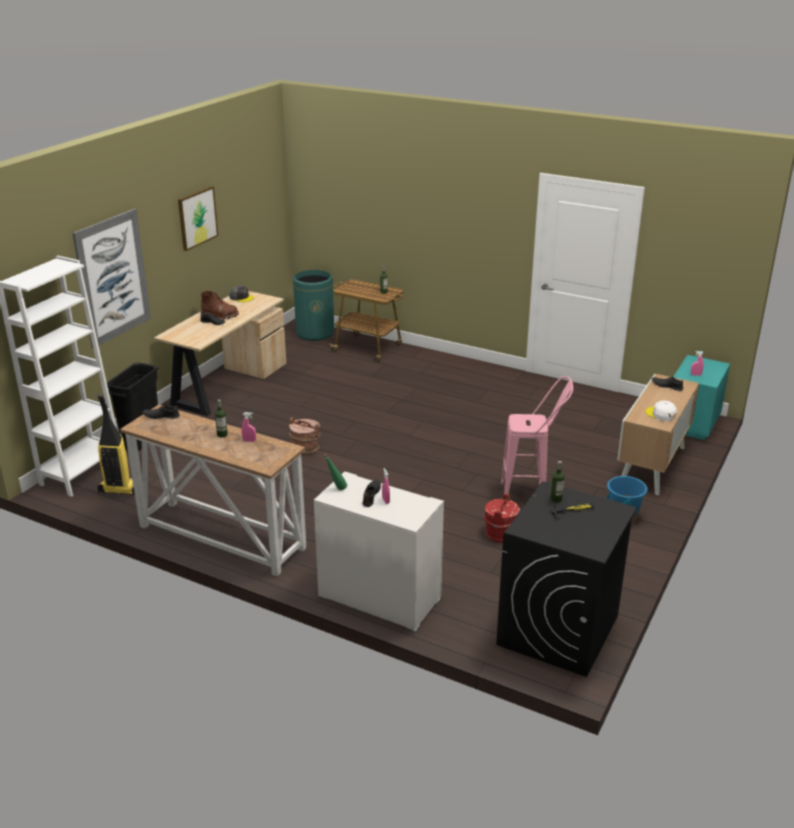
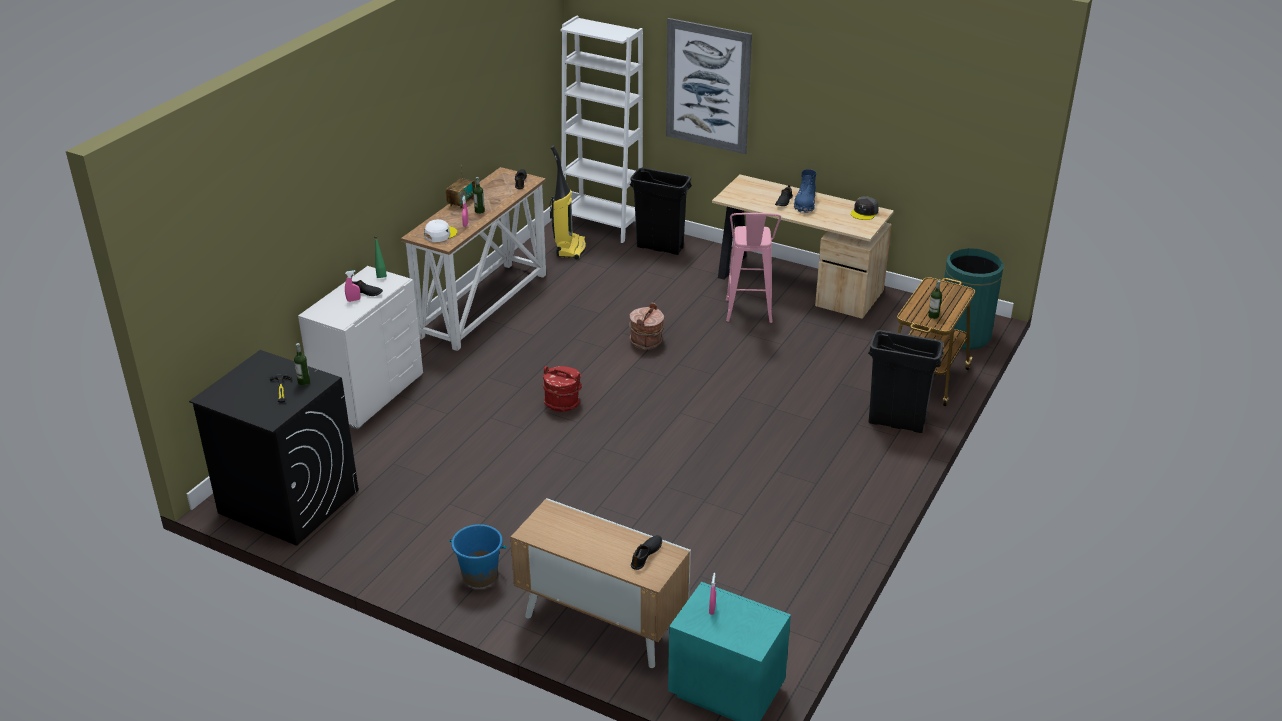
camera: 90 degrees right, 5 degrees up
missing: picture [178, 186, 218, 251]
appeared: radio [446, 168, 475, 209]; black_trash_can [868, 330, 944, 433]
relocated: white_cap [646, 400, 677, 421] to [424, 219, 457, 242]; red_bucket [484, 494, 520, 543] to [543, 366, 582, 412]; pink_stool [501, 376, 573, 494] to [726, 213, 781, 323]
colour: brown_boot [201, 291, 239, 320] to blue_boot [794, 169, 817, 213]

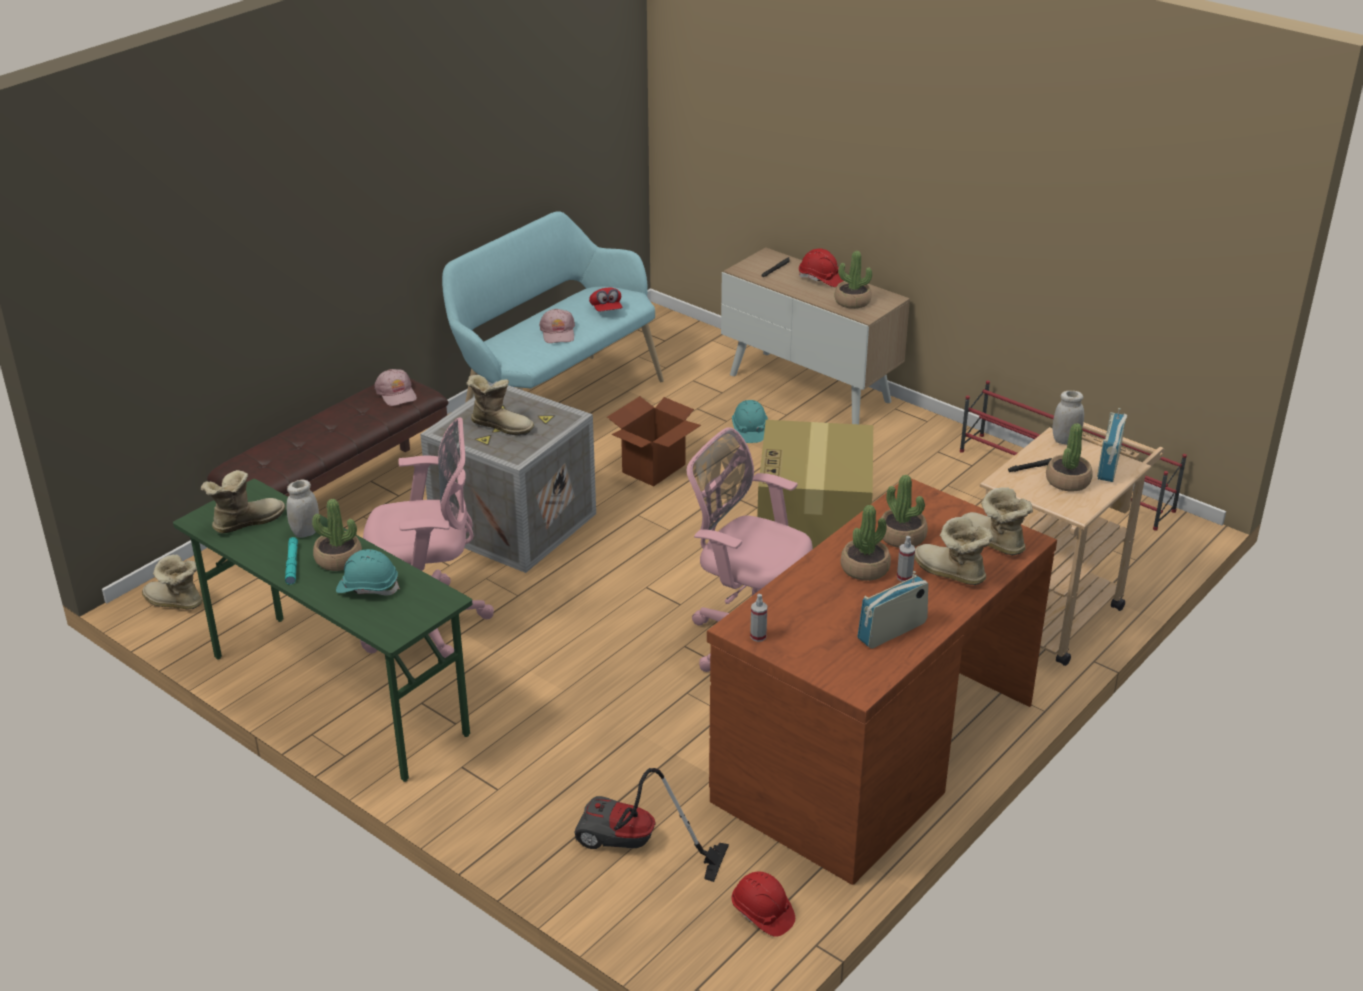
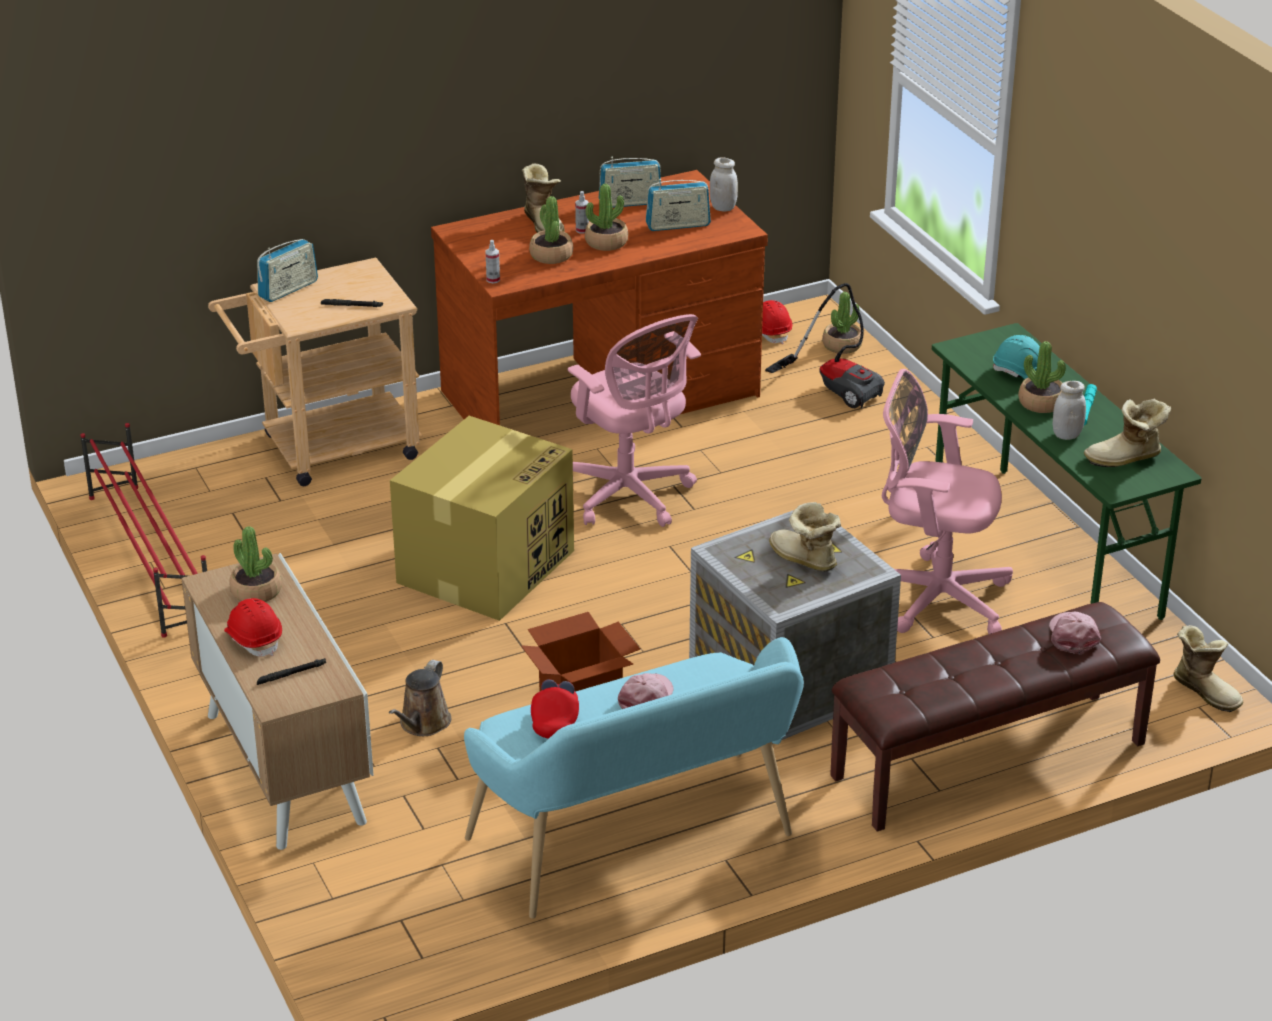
camera: 155 degrees left, 0 degrees up
missing: boot [963, 487, 1033, 555]
appeared: radio [646, 179, 711, 231]
relocated: spray_bottle [750, 594, 767, 642] to [486, 240, 500, 283]; white_jar [1052, 391, 1084, 445] to [710, 157, 738, 212]; potted_plant [1046, 423, 1093, 492] to [822, 292, 862, 354]; pink_cap [375, 369, 417, 406] to [1049, 611, 1102, 655]
exchanged: turquoise_hard_hat [732, 400, 768, 443] to brown_watering_can [389, 660, 451, 736]

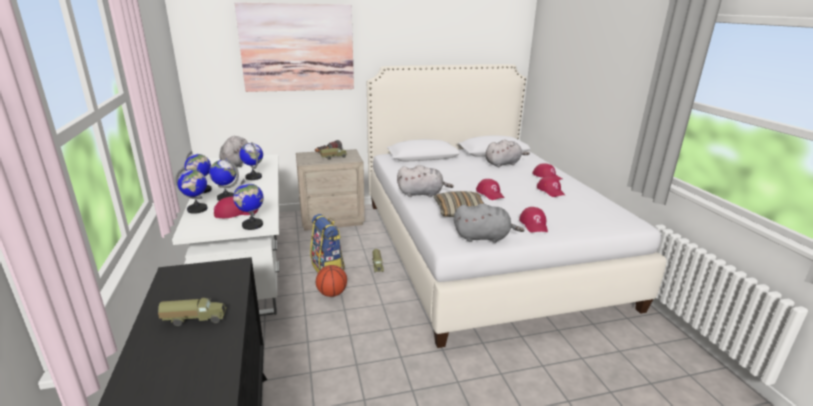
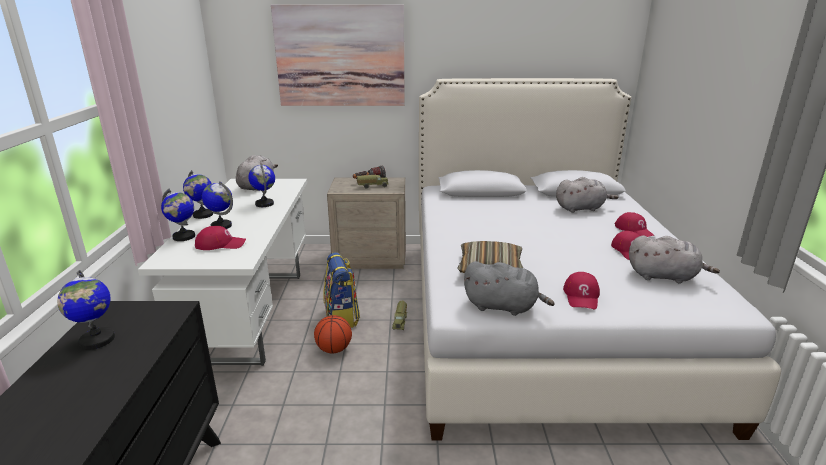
camera: 15 degrees right, 0 degrees up
missing: toy_truck [158, 298, 227, 326]; red_cap [476, 179, 505, 200]
relocated: globe [233, 179, 264, 230] to [57, 270, 115, 349]; grey_plush_toy [397, 165, 454, 197] to [629, 235, 720, 284]

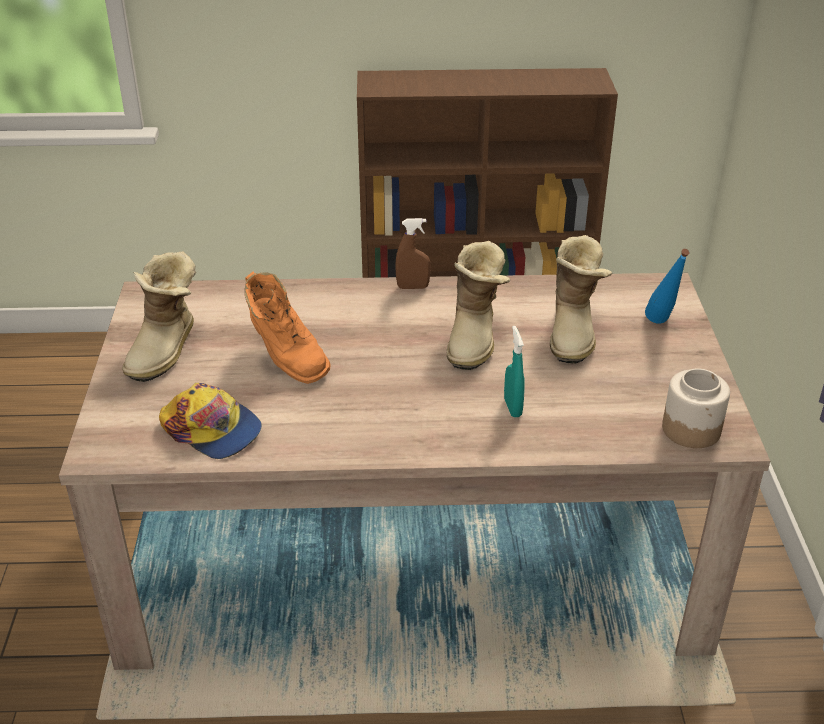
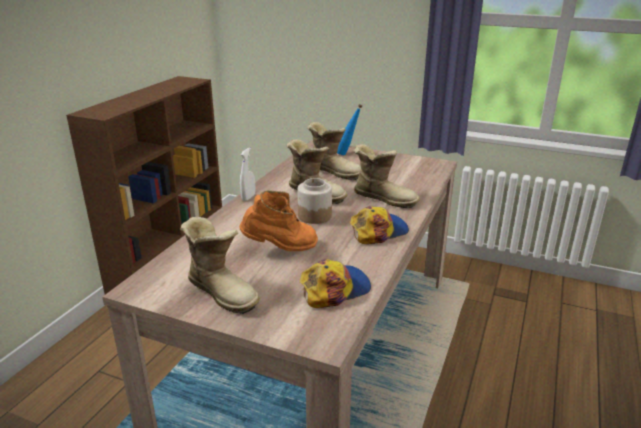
camera: 65 degrees left, 10 degrees down
appeared: cap [350, 206, 409, 244]
relocated: jar [662, 368, 730, 448] to [297, 178, 332, 224]
exchanged: turquoise_spray_bottle [504, 326, 525, 417] to boot [353, 144, 420, 208]
colour: brown_spray_bottle [395, 218, 431, 289] to white_spray_bottle [240, 147, 255, 201]

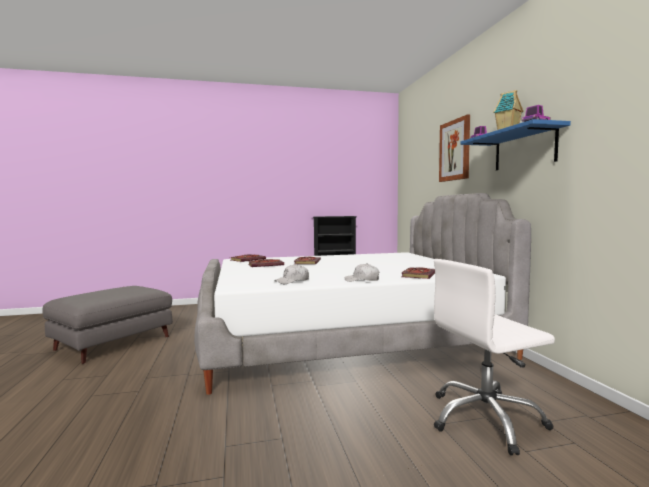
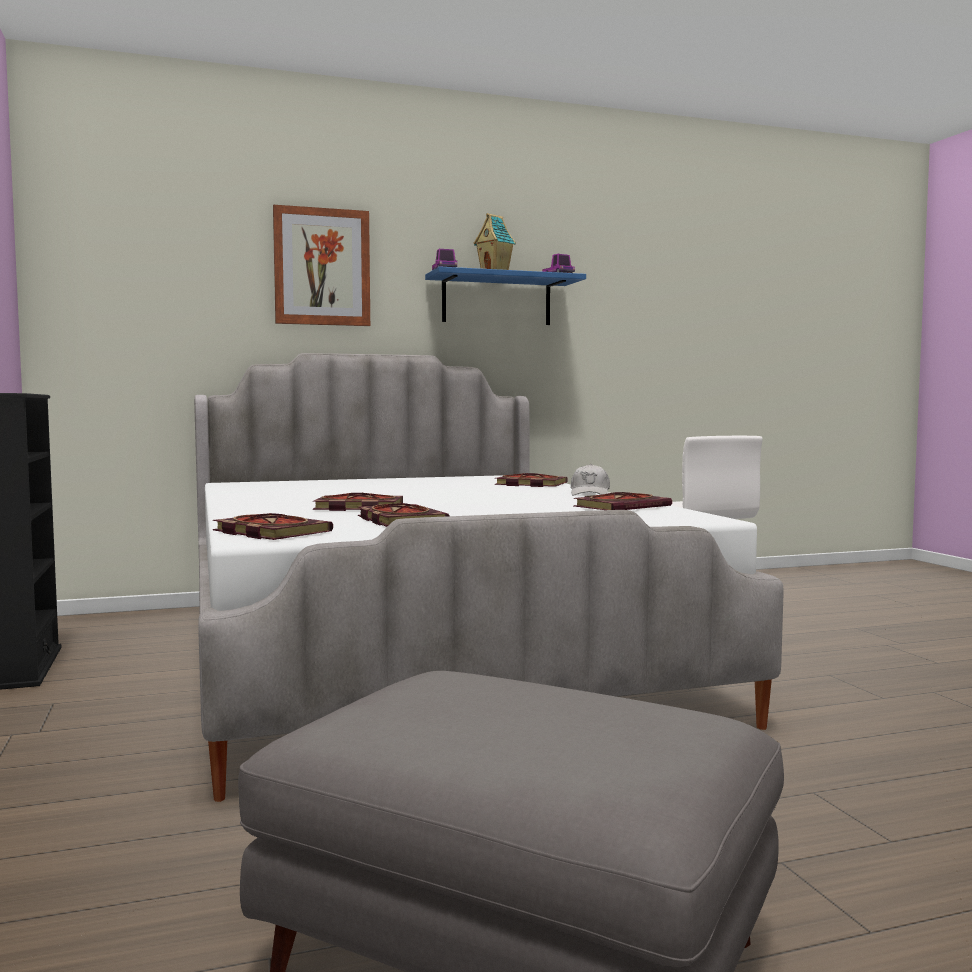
camera: 95 degrees left, 0 degrees up
exchanged: white_cap [274, 264, 309, 284] to book [573, 492, 672, 510]

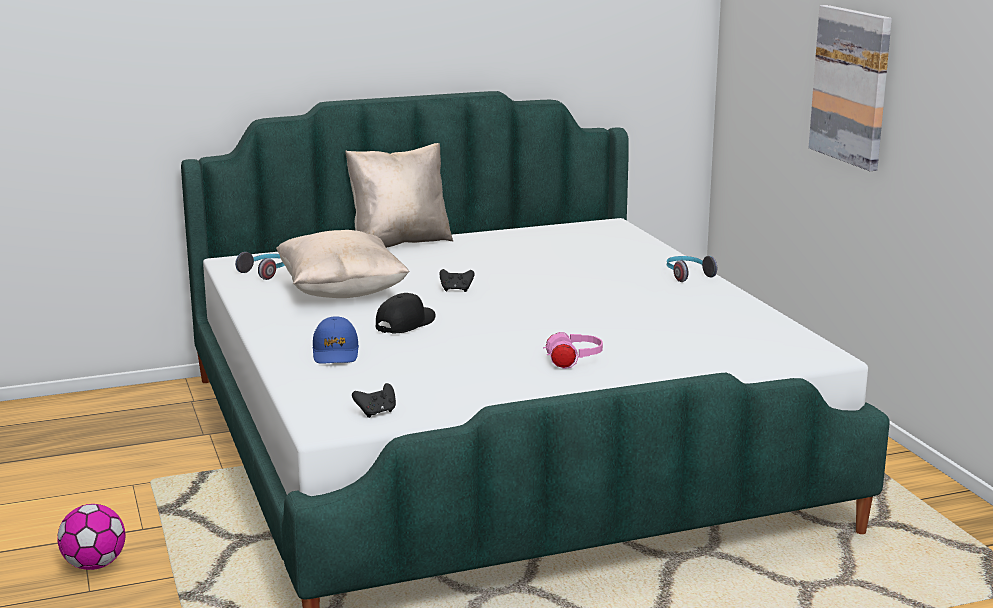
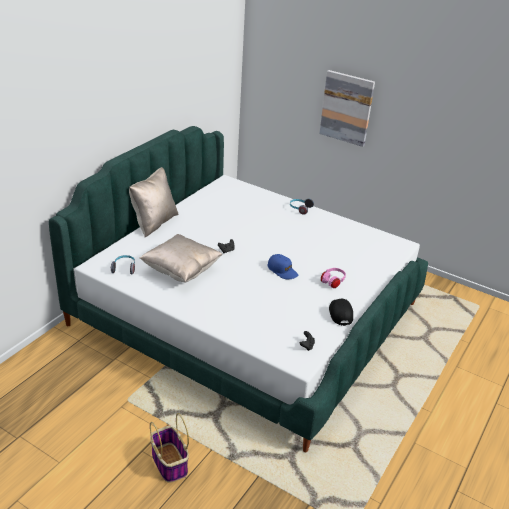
camera: 40 degrees left, 15 degrees up
relocated: blue_cap [313, 316, 359, 364] to [268, 254, 298, 279]; black_cap [375, 293, 435, 333] to [329, 299, 353, 326]
exchanged: football [57, 504, 125, 570] to basket [150, 413, 189, 483]

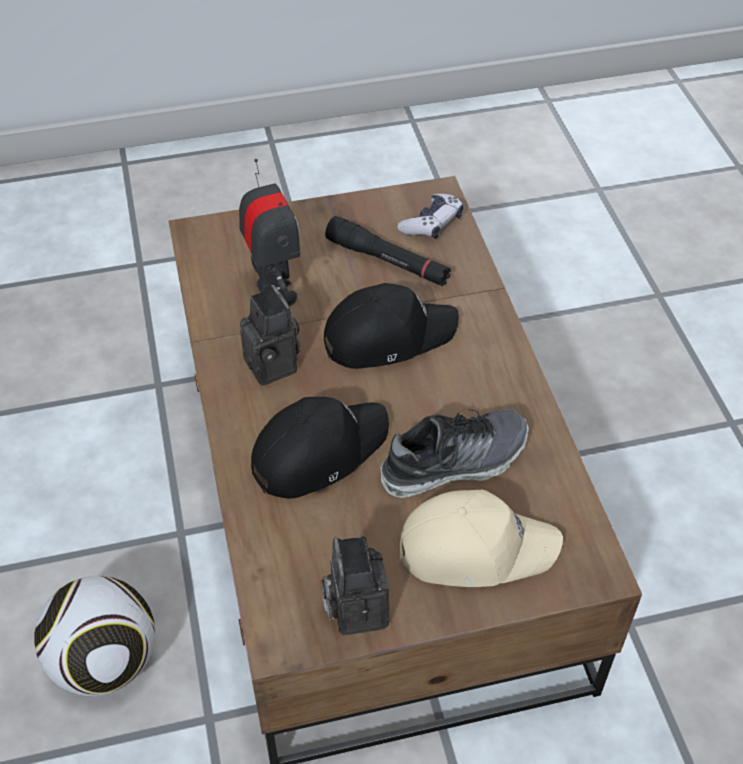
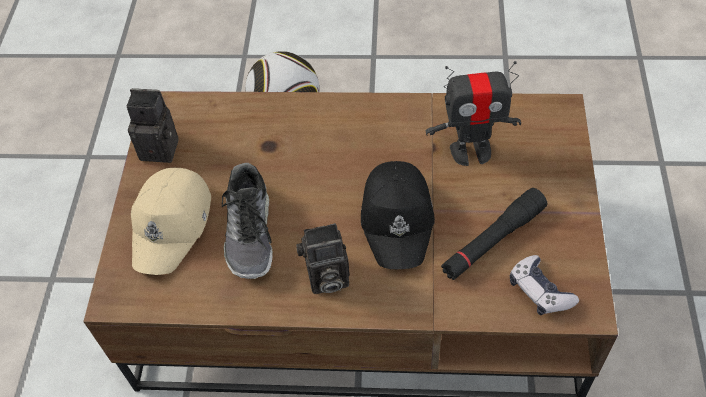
camera: 110 degrees right, 5 degrees up
missing: black_cap [251, 397, 389, 498]
relocated: photo_camera [240, 285, 301, 386] to [296, 223, 350, 294]

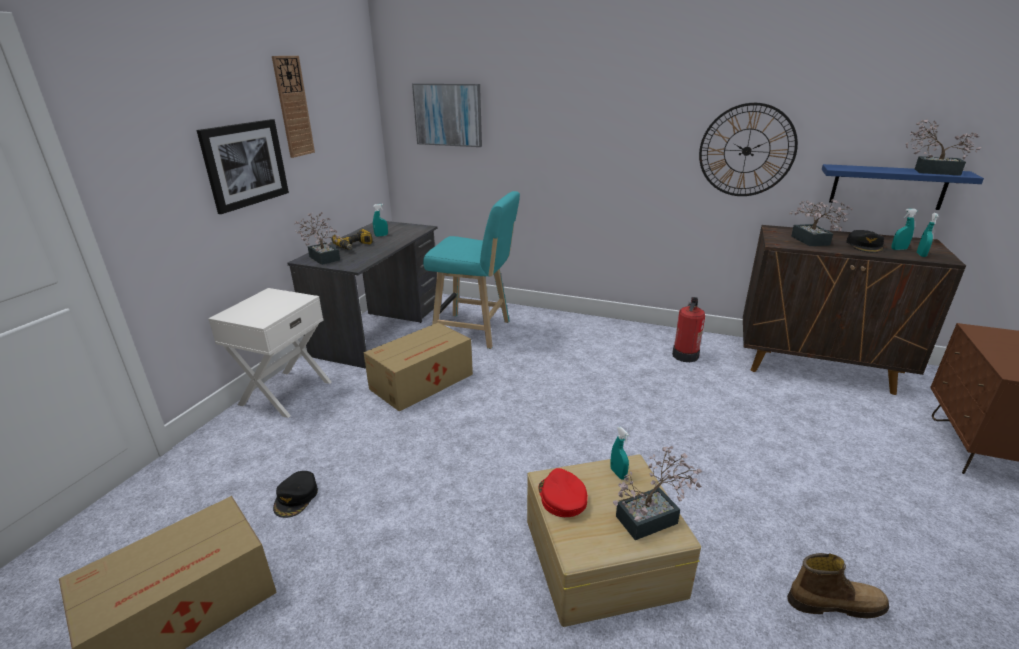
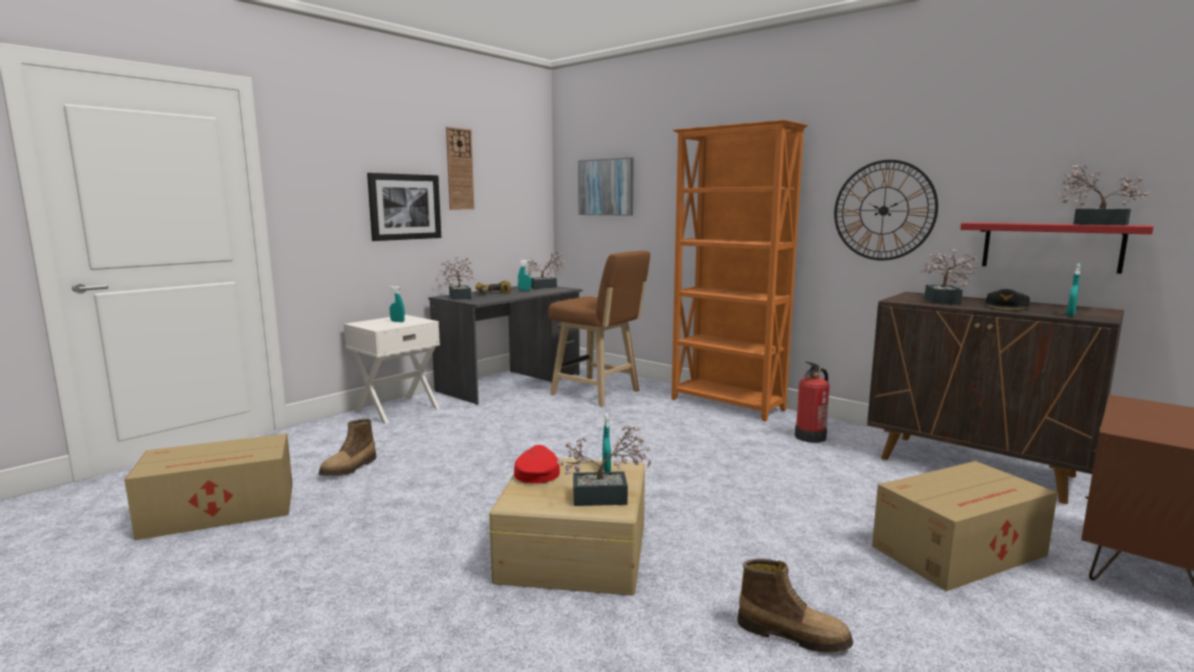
camera: 20 degrees right, 15 degrees down
appeared: potted_plant [525, 252, 565, 289]; orange_bookcase [671, 120, 808, 422]
relocated: turquoise_spray_bottle [892, 209, 917, 250] to [390, 286, 405, 322]; cardboard_box [363, 322, 473, 412] to [872, 461, 1058, 591]
exchanged: black_cap [273, 471, 318, 518] to boot [319, 419, 377, 476]
colour: turquoise_stool [423, 191, 520, 349] to brown_stool [548, 251, 650, 406]; blue_shelf [822, 164, 984, 210] to red_shelf [960, 222, 1154, 274]

